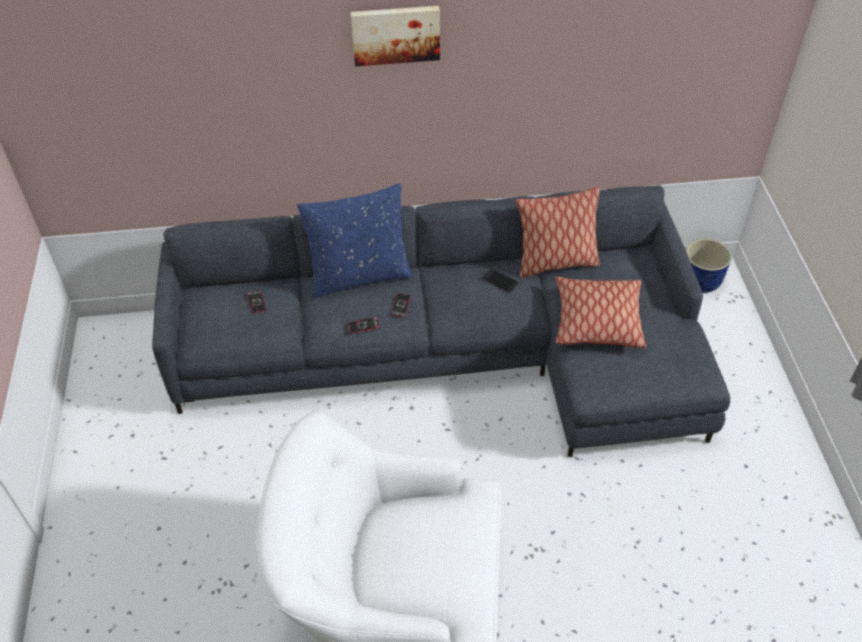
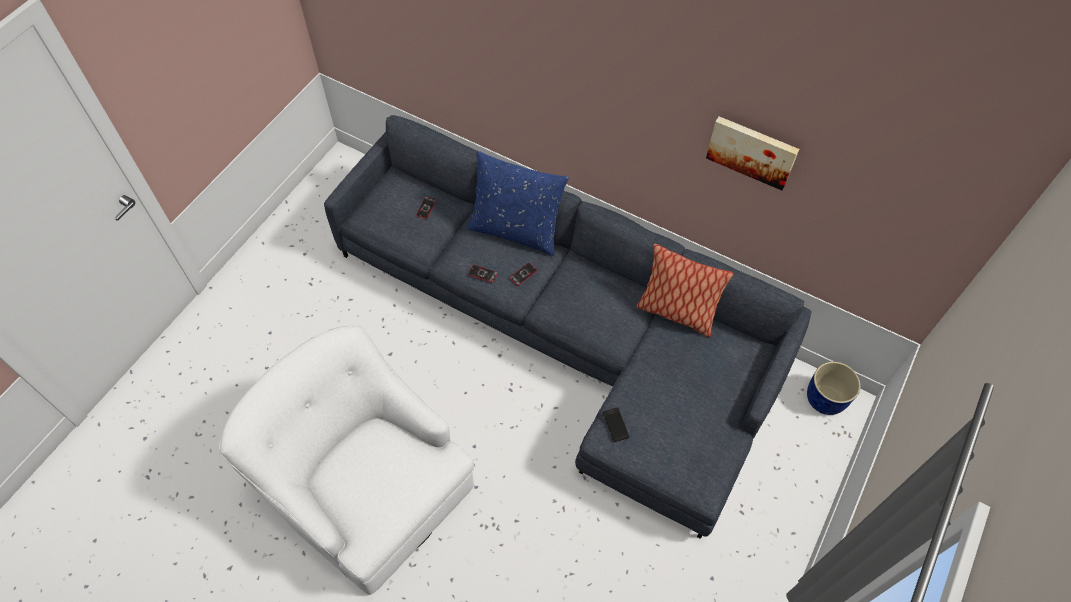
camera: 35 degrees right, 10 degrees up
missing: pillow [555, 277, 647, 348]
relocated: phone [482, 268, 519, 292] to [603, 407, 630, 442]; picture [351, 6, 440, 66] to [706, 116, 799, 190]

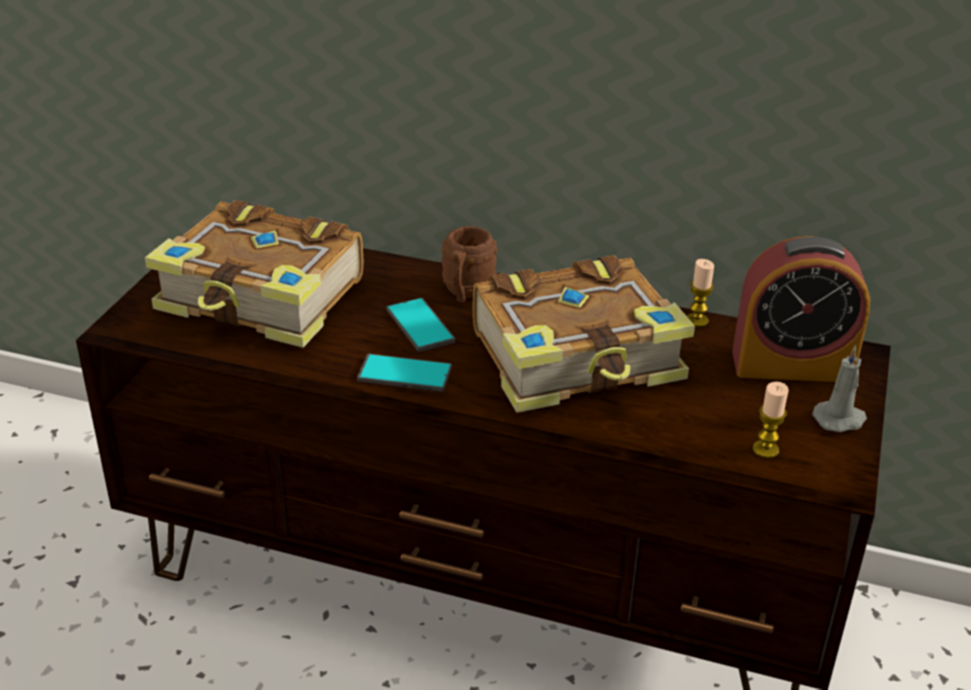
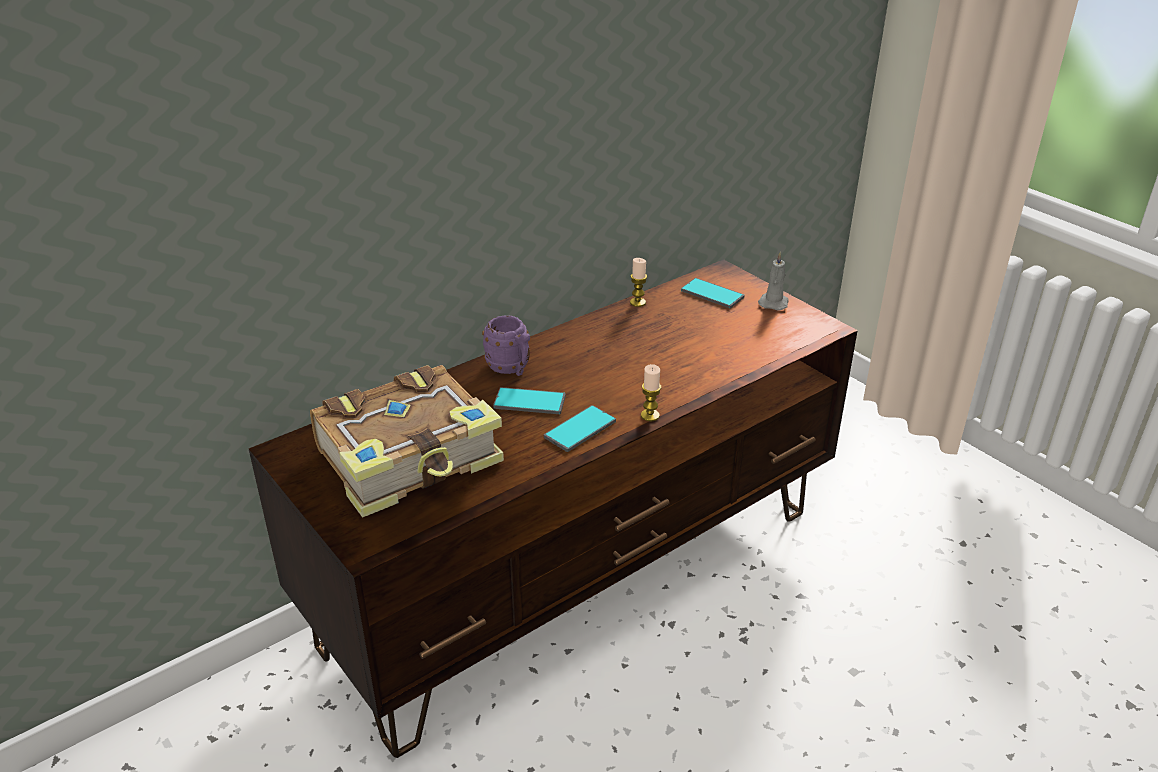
camera: 55 degrees left, 0 degrees up
missing: book [473, 255, 695, 413]
relocated: candle [753, 382, 789, 458] to [641, 364, 661, 421]
exchanged: alarm_clock [732, 236, 870, 382] to phone [681, 278, 745, 308]
colour: brown_mug [442, 226, 497, 303] to purple_mug [482, 315, 530, 376]

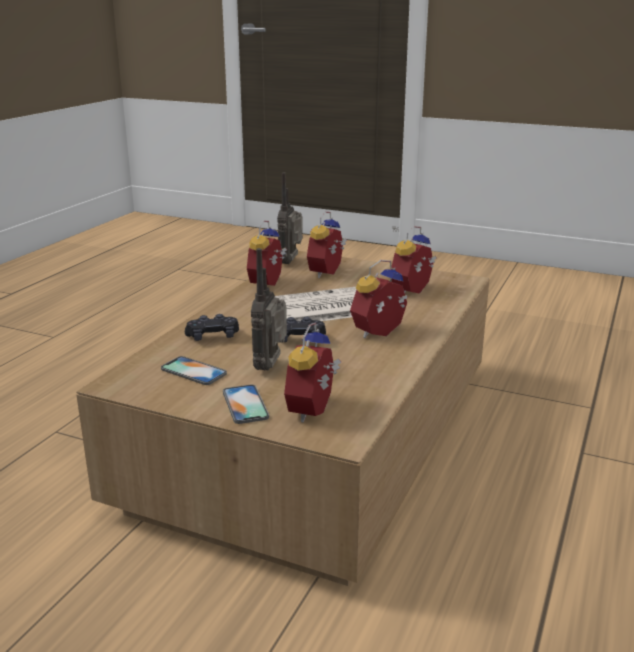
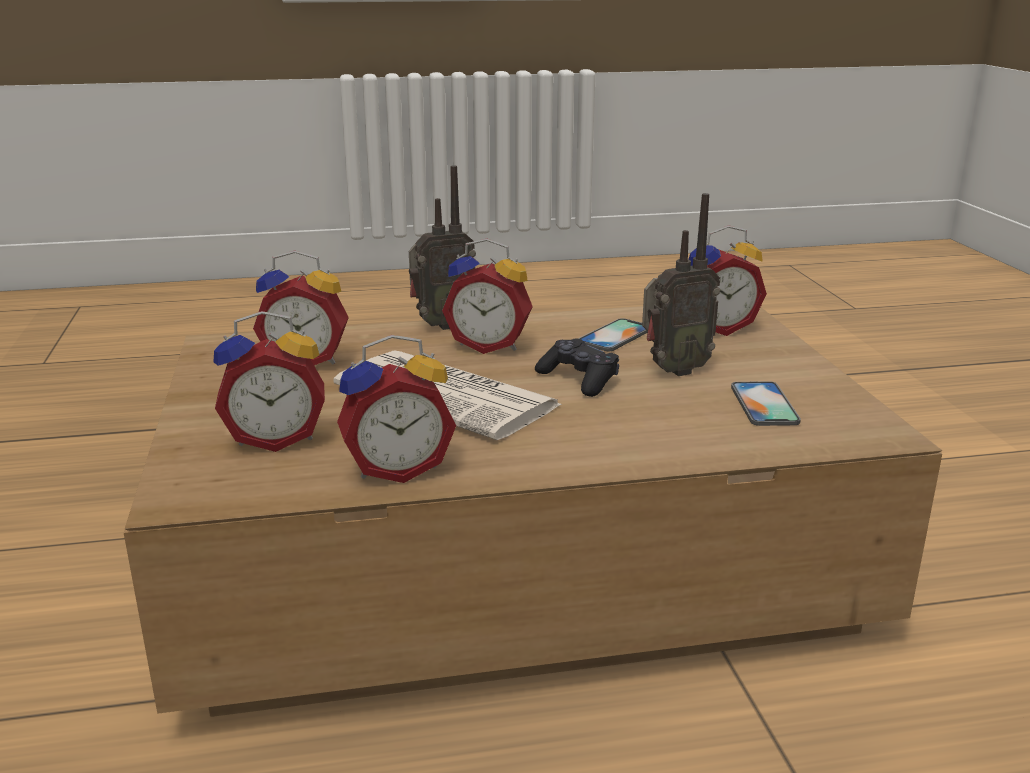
camera: 125 degrees left, 0 degrees up
missing: black_game_controller [185, 314, 239, 341]
relocated: radio [277, 172, 303, 264] to [409, 166, 476, 330]; phone [223, 385, 269, 424] to [578, 318, 648, 351]

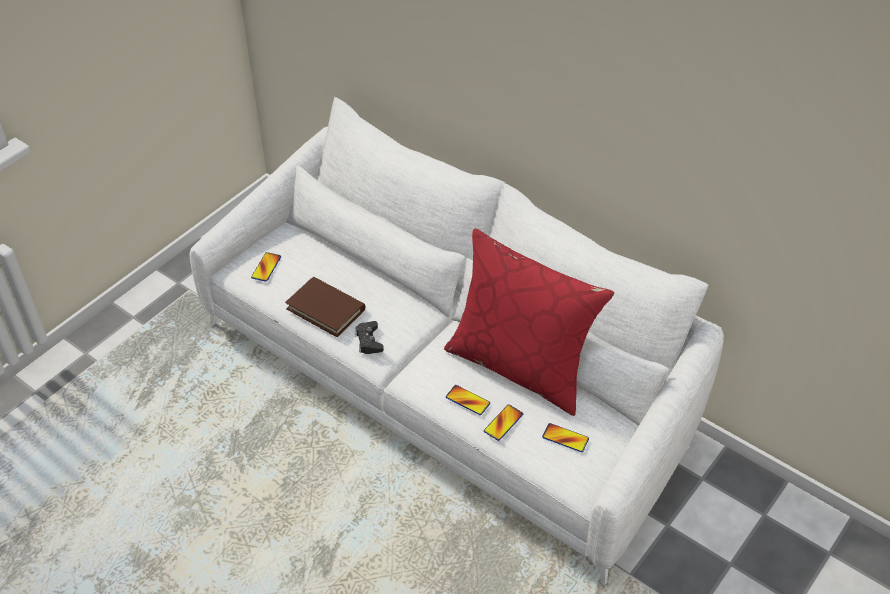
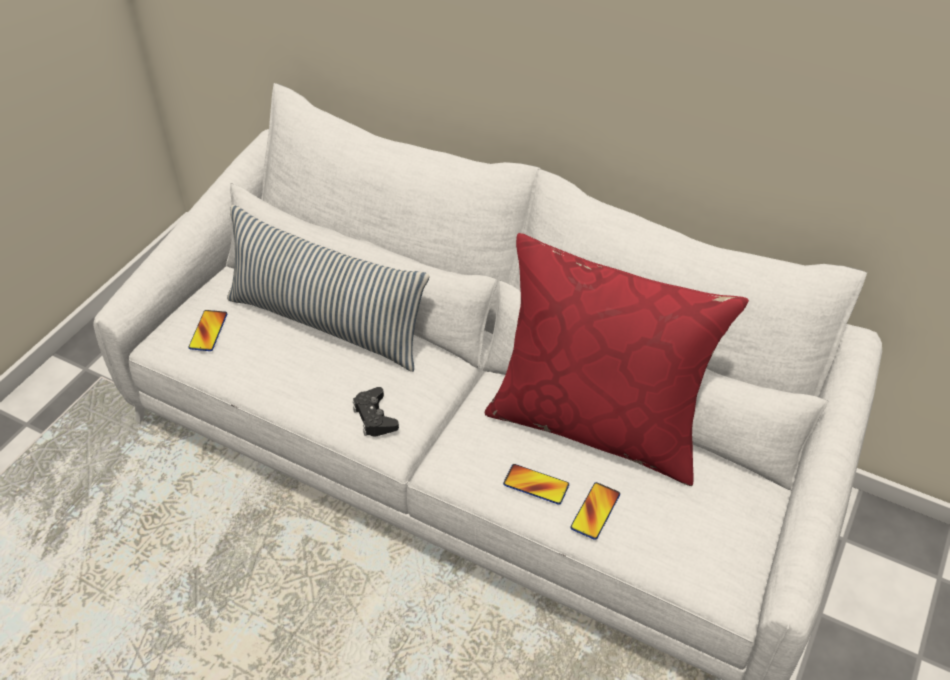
camera: 10 degrees left, 0 degrees up
missing: brown_book [285, 277, 365, 337]; phone [542, 423, 589, 452]
appeared: pillow [227, 205, 429, 372]

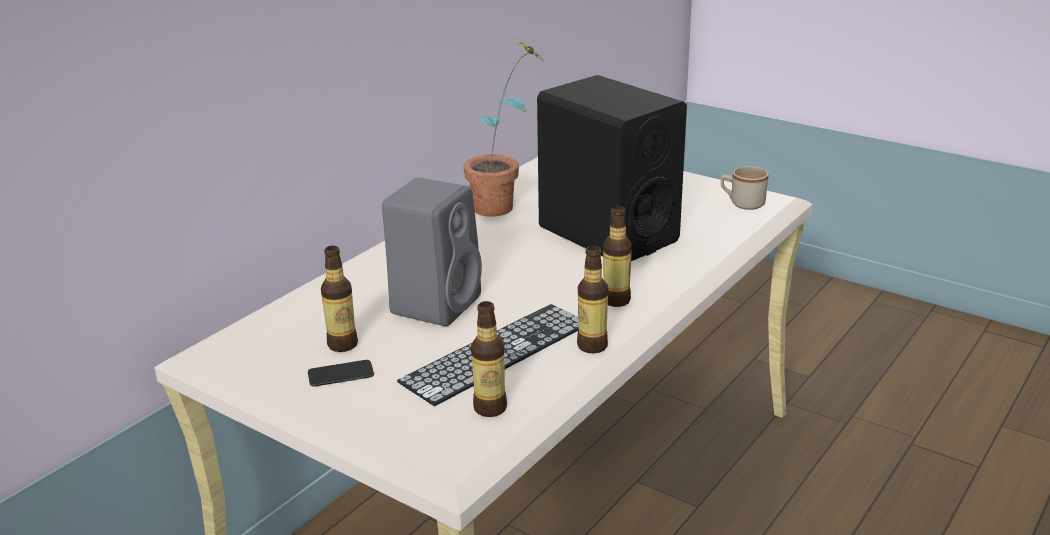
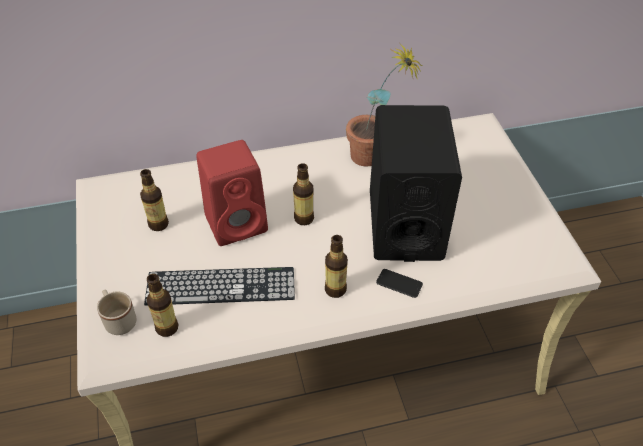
camera: 40 degrees right, 20 degrees up
relocated: beige_mug [721, 166, 769, 210] to [97, 290, 136, 335]; bottle [577, 246, 608, 353] to [293, 163, 314, 225]; phone [308, 360, 374, 387] to [376, 269, 423, 298]
colour: grey_speaker [382, 178, 482, 326] to red_speaker [196, 140, 268, 246]

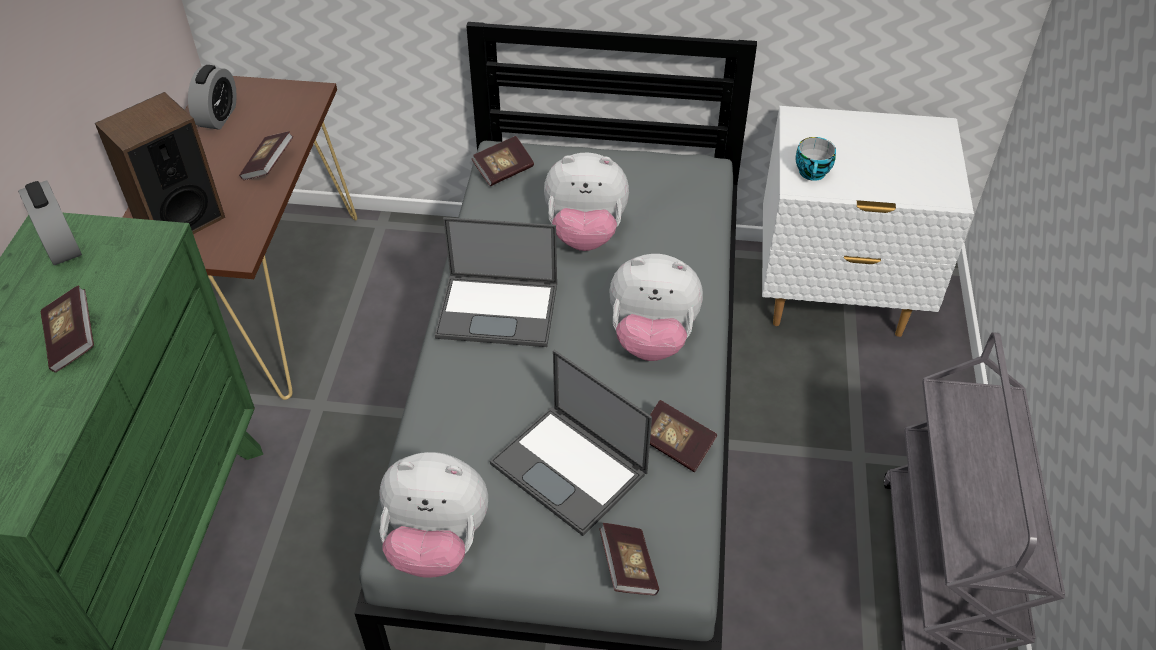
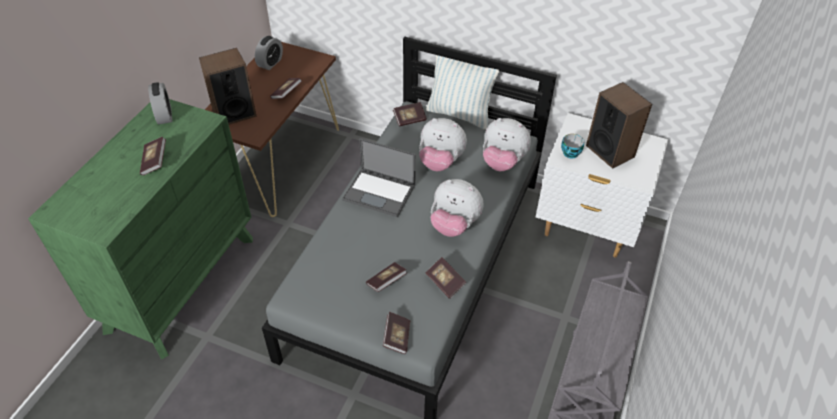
camera: 15 degrees right, 0 degrees up
appeared: pillow [426, 55, 500, 130]; speaker [586, 82, 652, 169]
relocated: plush_toy [379, 452, 488, 578] to [483, 118, 531, 171]
exchanged: laptop [490, 350, 652, 536] to book [366, 262, 408, 292]

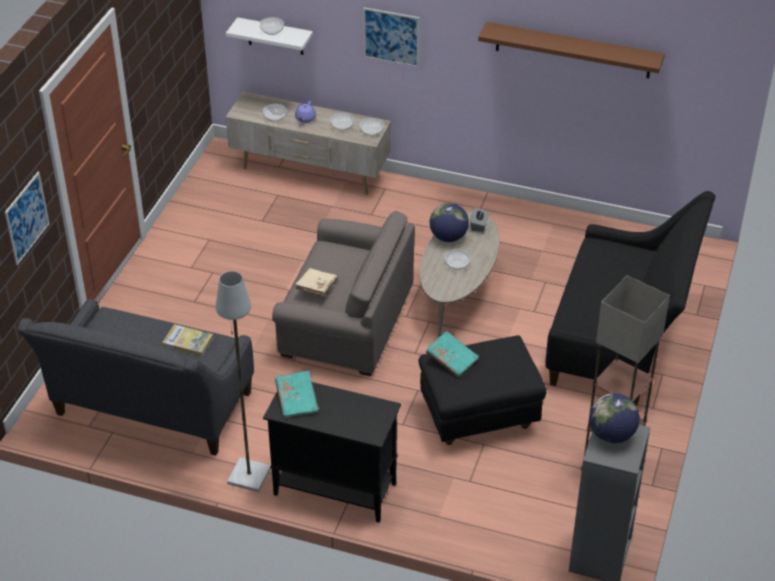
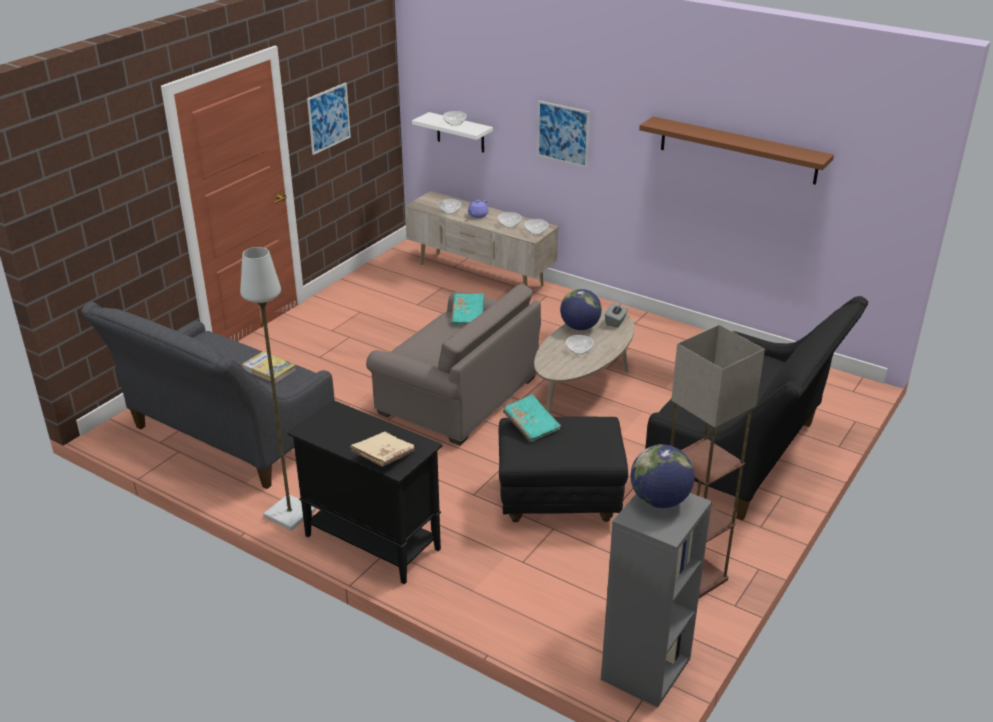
camera: 15 degrees right, 10 degrees down
relocated: picture [4, 172, 49, 265] to [307, 82, 351, 155]; beige_book [295, 268, 338, 296] to [350, 432, 415, 467]; turquoise_book [275, 370, 319, 419] to [451, 293, 484, 326]

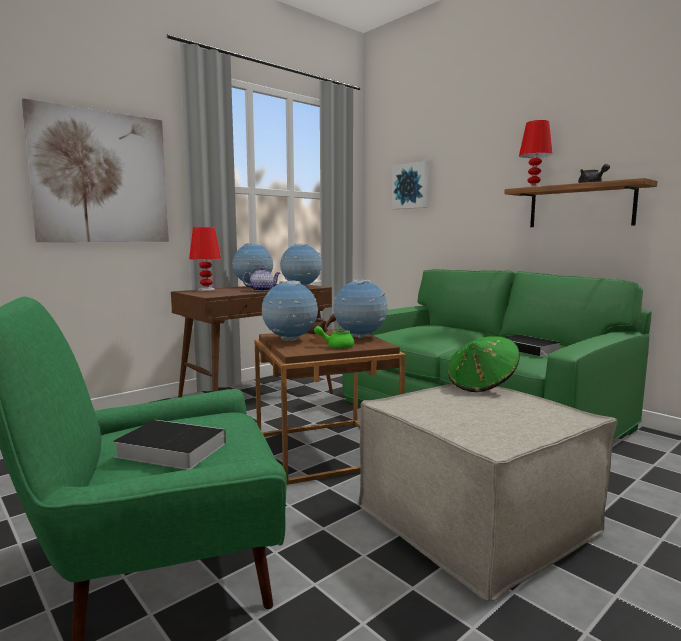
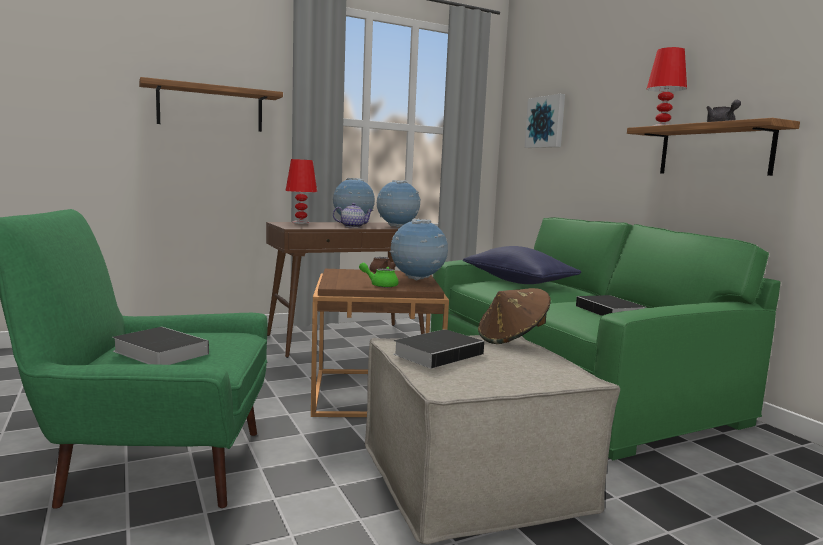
camera: 15 degrees right, 0 degrees up
missing: globe [262, 280, 318, 341]
appeared: book [393, 329, 486, 368]; blue_pillow [463, 246, 581, 284]
exchanged: picture [22, 98, 169, 242] to shelf [139, 77, 283, 132]
colour: green_hat [448, 336, 520, 392] to brown_hat [478, 288, 551, 344]

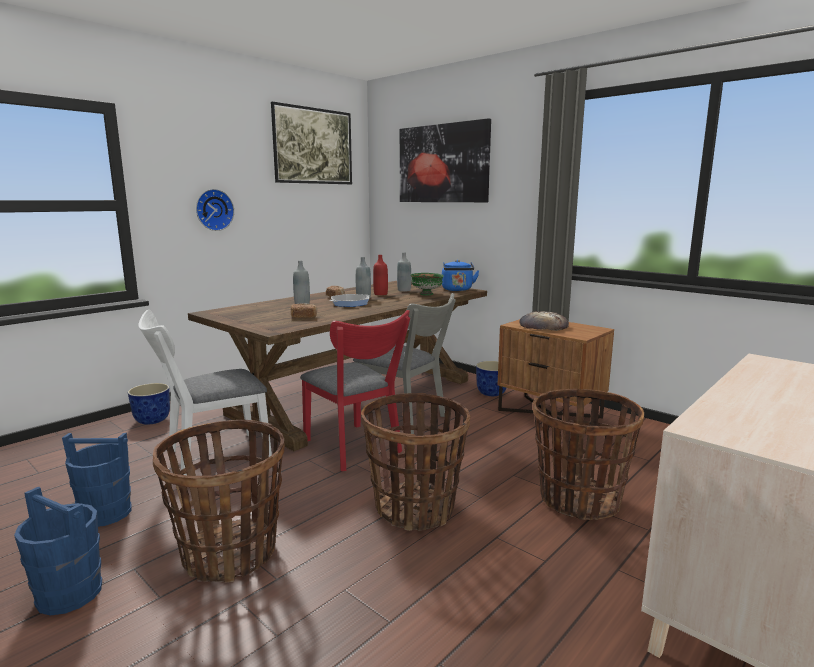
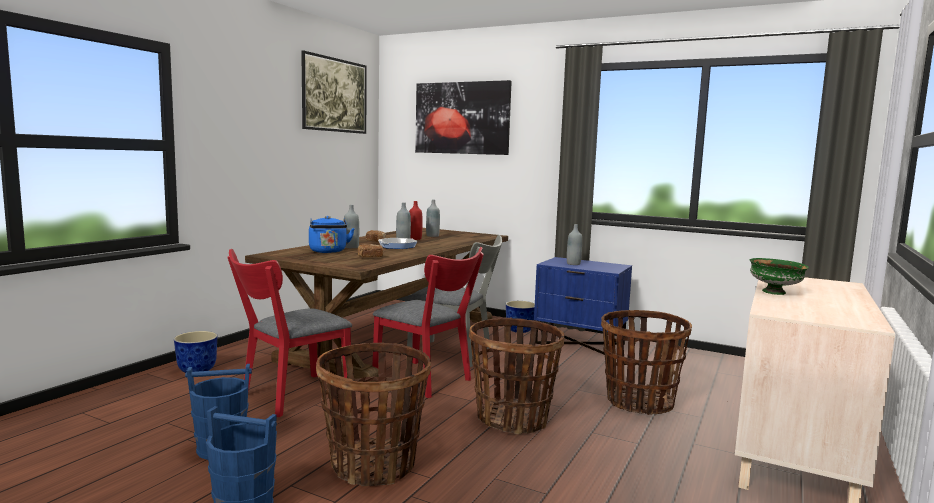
camera: 15 degrees left, 5 degrees down
missing: wall_clock [196, 189, 234, 231]
relocated: blue_kettle [442, 260, 480, 291] to [309, 216, 355, 253]; green_bowl [410, 273, 444, 295] to [750, 258, 809, 295]
exchanged: bread [519, 311, 569, 331] to grey_bottle [567, 224, 582, 265]
colour: white_chair [138, 310, 272, 475] to red_chair [228, 249, 352, 417]; brown_nightstand [497, 319, 614, 420] to blue_nightstand [534, 257, 632, 355]

